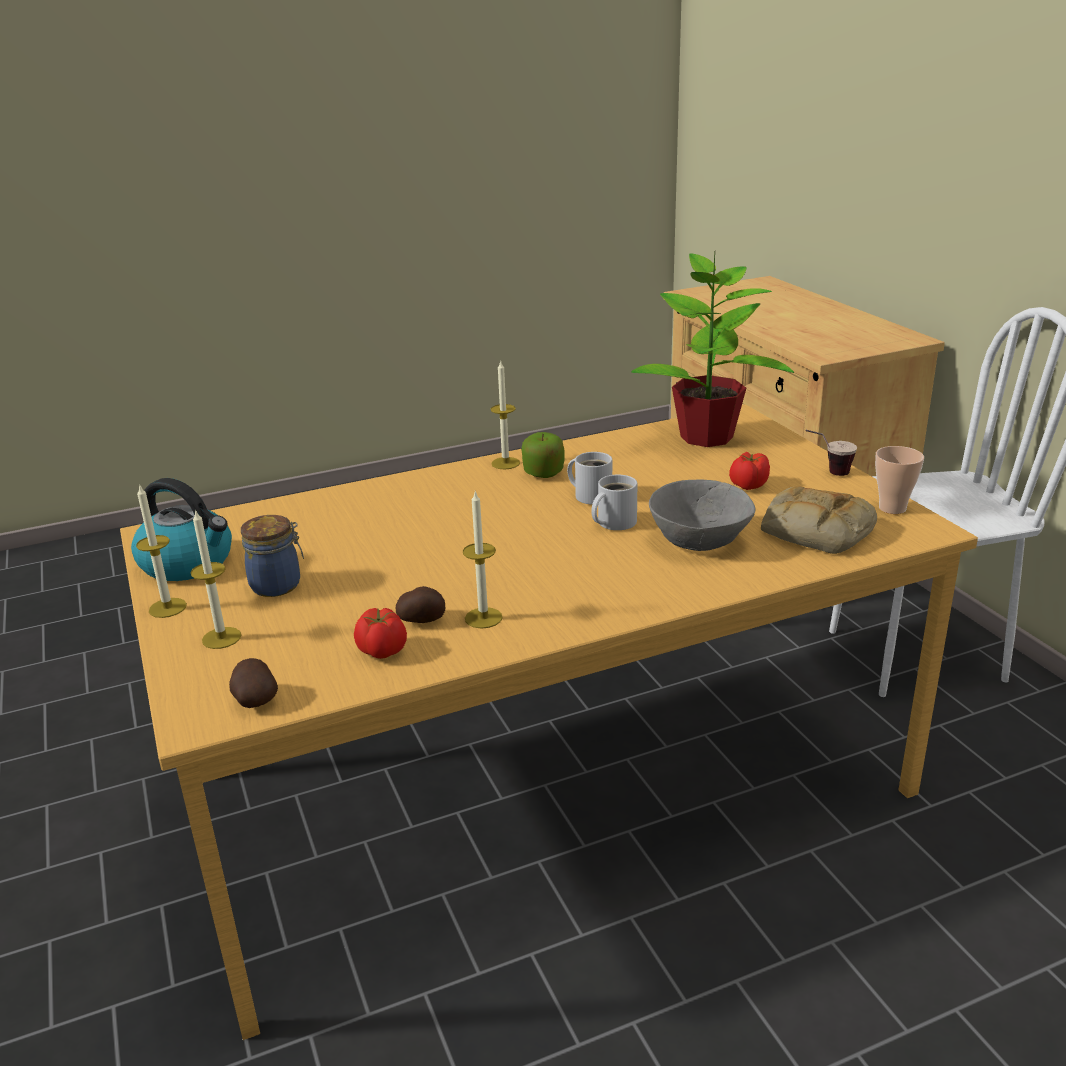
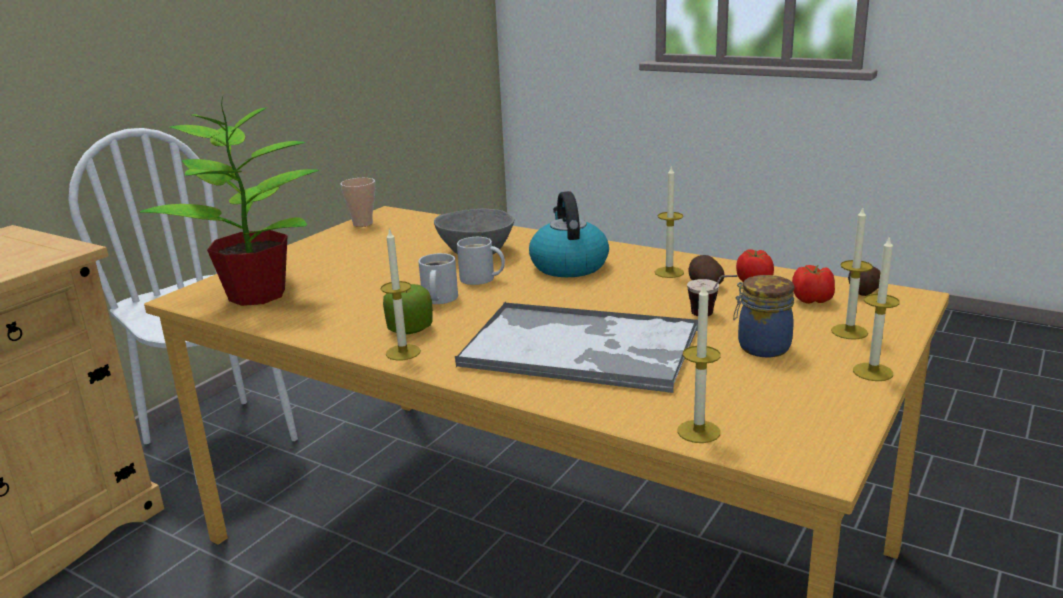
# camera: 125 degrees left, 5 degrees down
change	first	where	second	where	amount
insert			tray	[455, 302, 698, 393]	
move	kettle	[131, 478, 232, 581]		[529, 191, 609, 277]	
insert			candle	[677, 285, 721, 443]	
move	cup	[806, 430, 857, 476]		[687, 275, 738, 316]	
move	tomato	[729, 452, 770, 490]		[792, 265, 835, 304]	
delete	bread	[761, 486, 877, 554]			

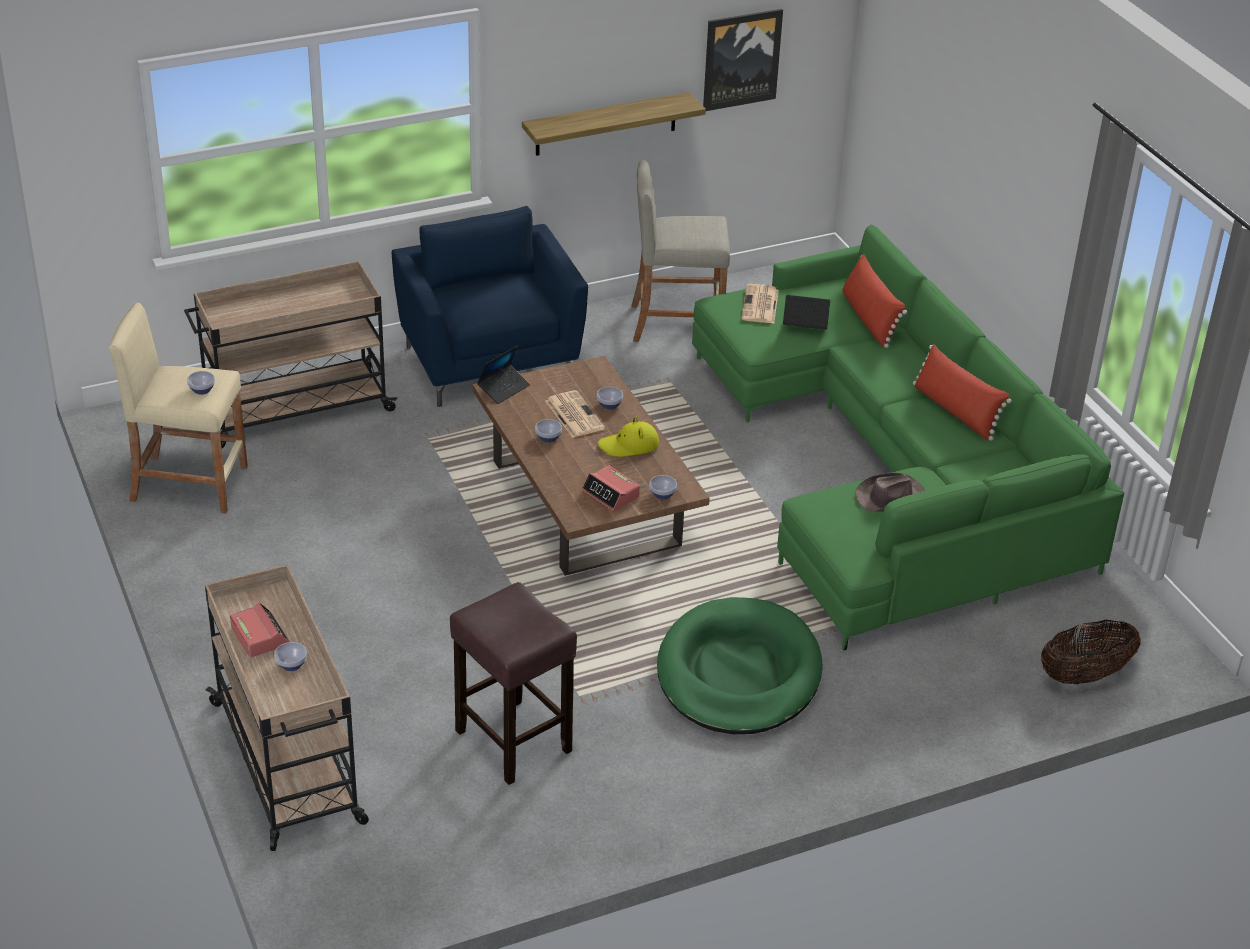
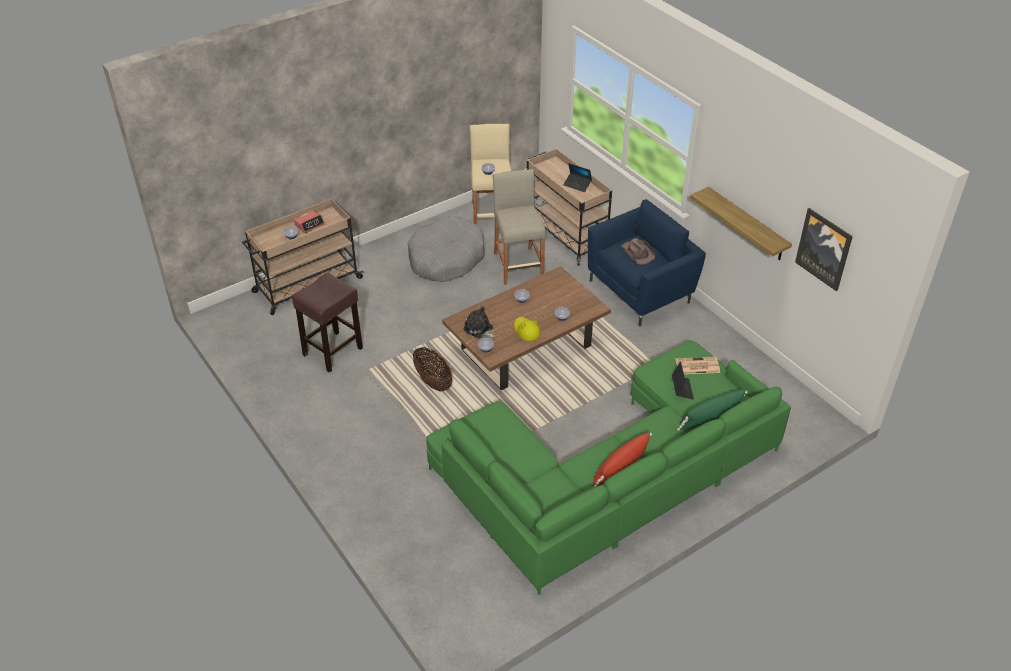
# camera: 80 degrees right, 5 degrees up
change	first	where	second	where	amount
insert			dog bed (grey)	[407, 216, 485, 282]	
move	basket	[1041, 620, 1141, 684]		[413, 347, 452, 392]	
replace	alarm clock	[582, 465, 640, 512]	plush toy	[463, 306, 496, 338]	
move	stool (beige)	[632, 160, 730, 342]		[492, 169, 546, 285]	
move	laptop	[477, 346, 530, 404]		[563, 163, 592, 192]	
move	hat (brown)	[855, 473, 925, 512]		[621, 238, 655, 265]	
recolor	pillow (red)	[843, 254, 907, 348]	pillow (green)	[677, 390, 748, 431]	
delete	newspaper	[545, 390, 605, 438]			
delete	dog bed (green)	[657, 597, 822, 734]			

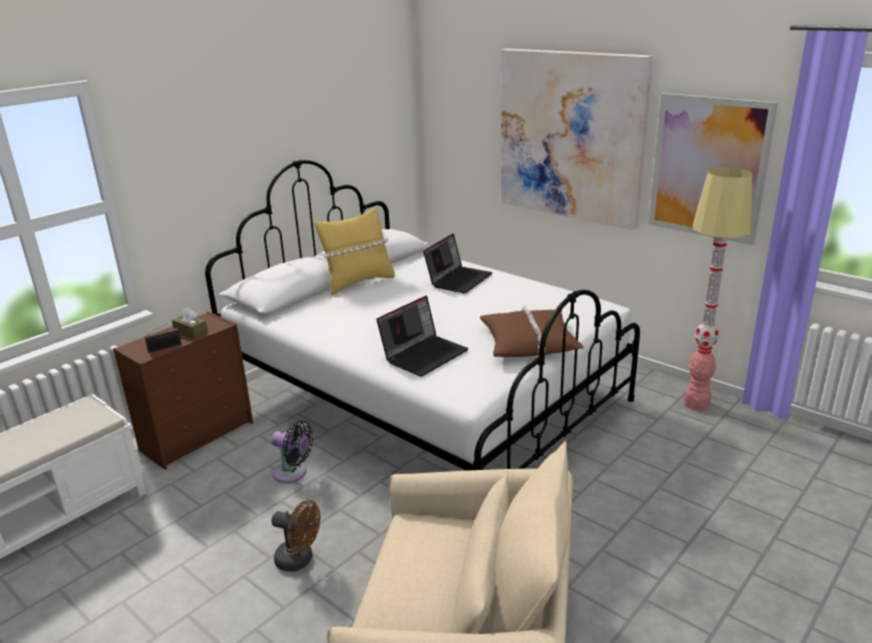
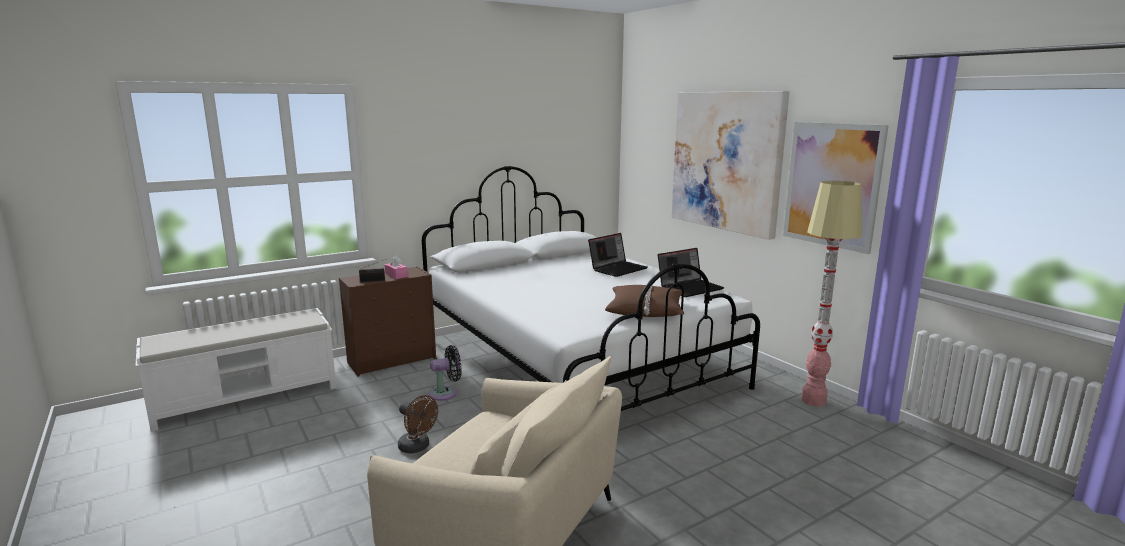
# camera: 15 degrees right, 10 degrees down
change	first	where	second	where	amount
recolor	tissue box (brown)	[172, 308, 208, 339]	tissue box (pink)	[385, 256, 408, 279]	
rotate	fan (black)	[271, 421, 313, 483]		[429, 345, 462, 401]	60 degrees counterclockwise
move	laptop	[376, 295, 468, 377]		[658, 248, 724, 297]	
delete	pillow (yellow)	[314, 208, 395, 295]			

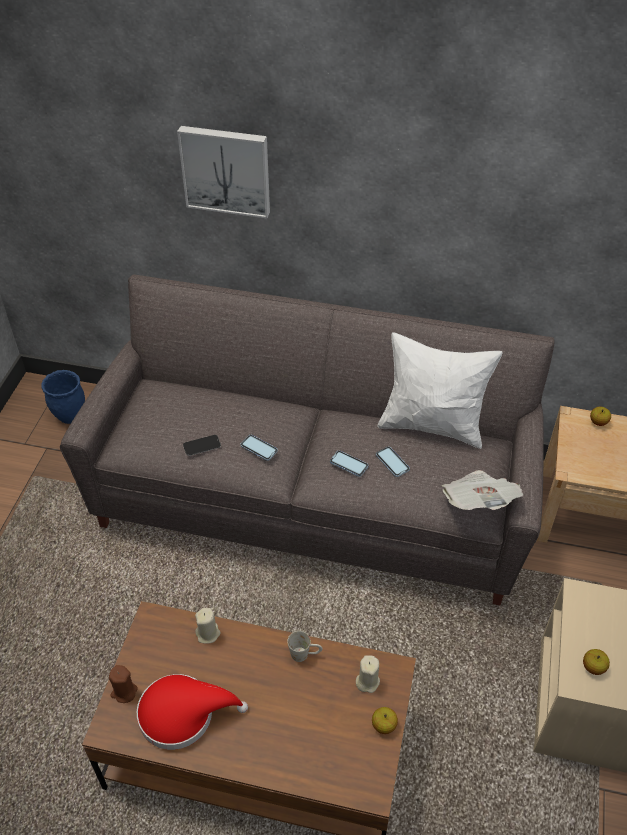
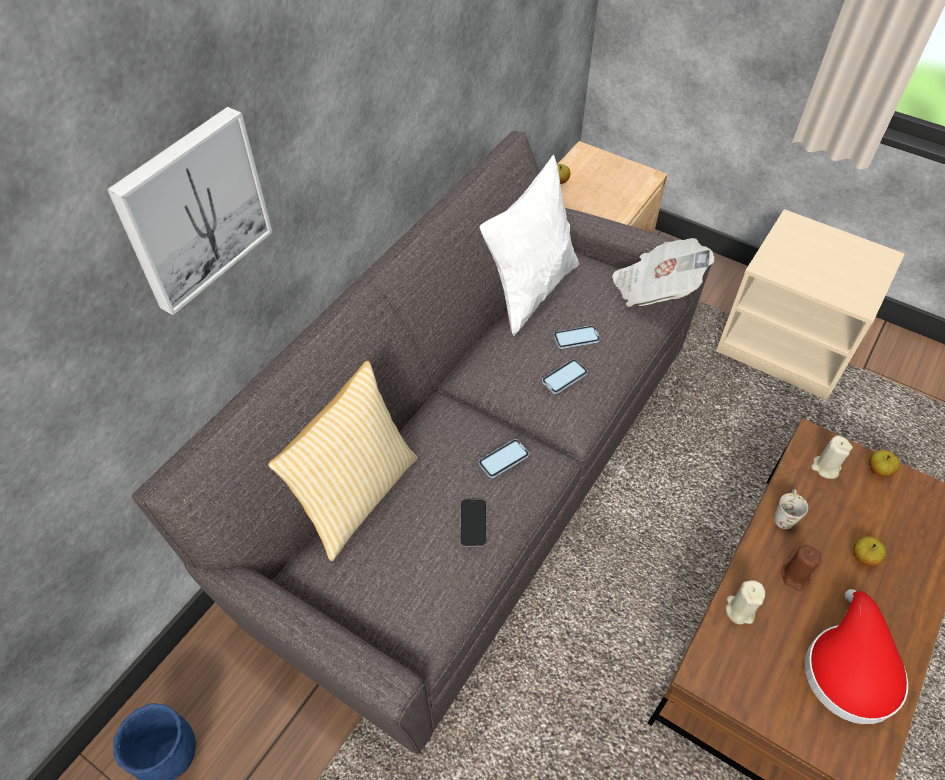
# camera: 70 degrees left, 5 degrees up
change	first	where	second	where	amount
insert			pillow	[268, 361, 418, 561]	
move	candle (brown)	[109, 665, 138, 703]		[781, 544, 821, 591]	
move	apple	[583, 649, 610, 675]		[853, 536, 886, 566]	

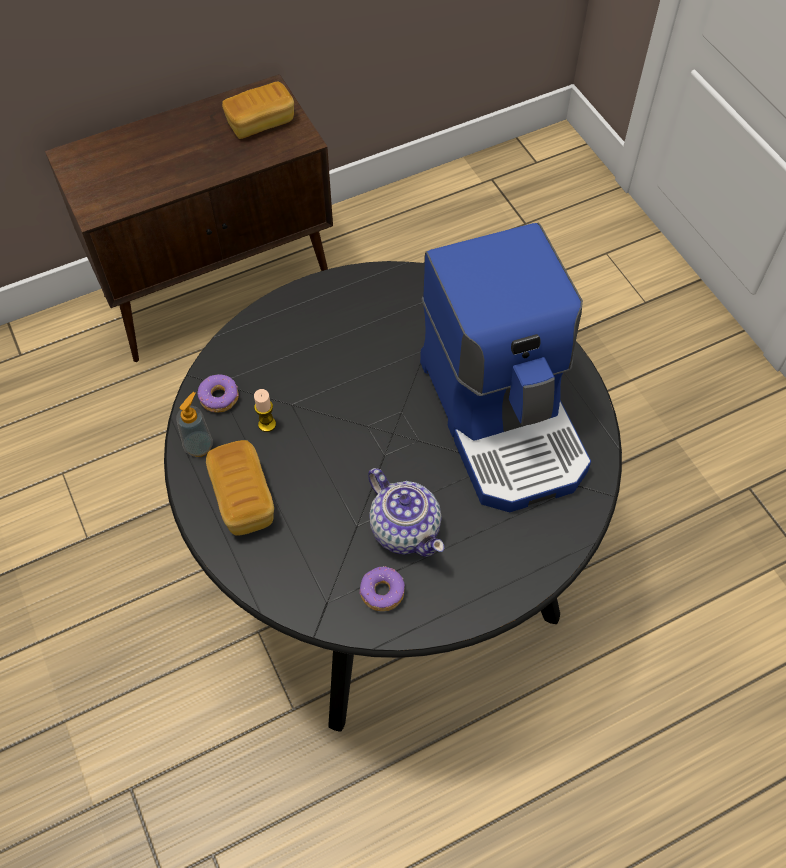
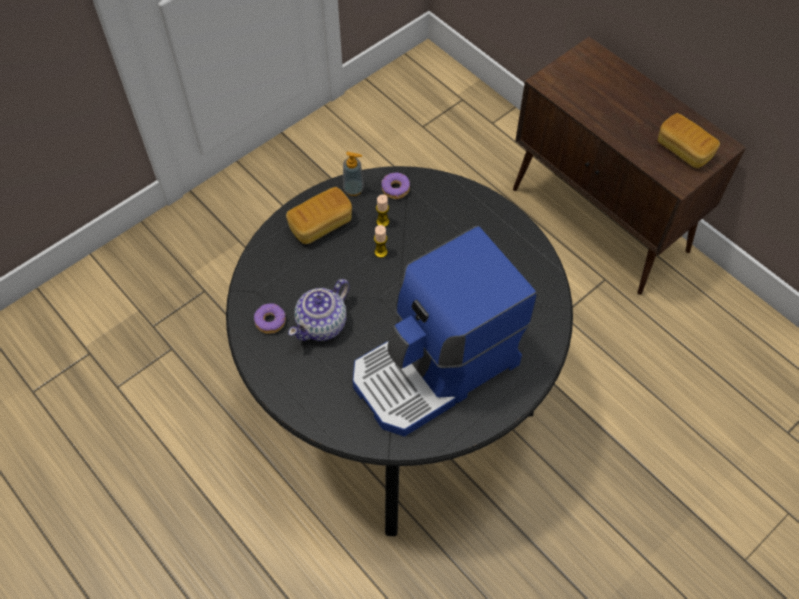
# camera: 75 degrees right, 0 degrees up
change	first	where	second	where	amount
insert			candle	[374, 225, 388, 258]	

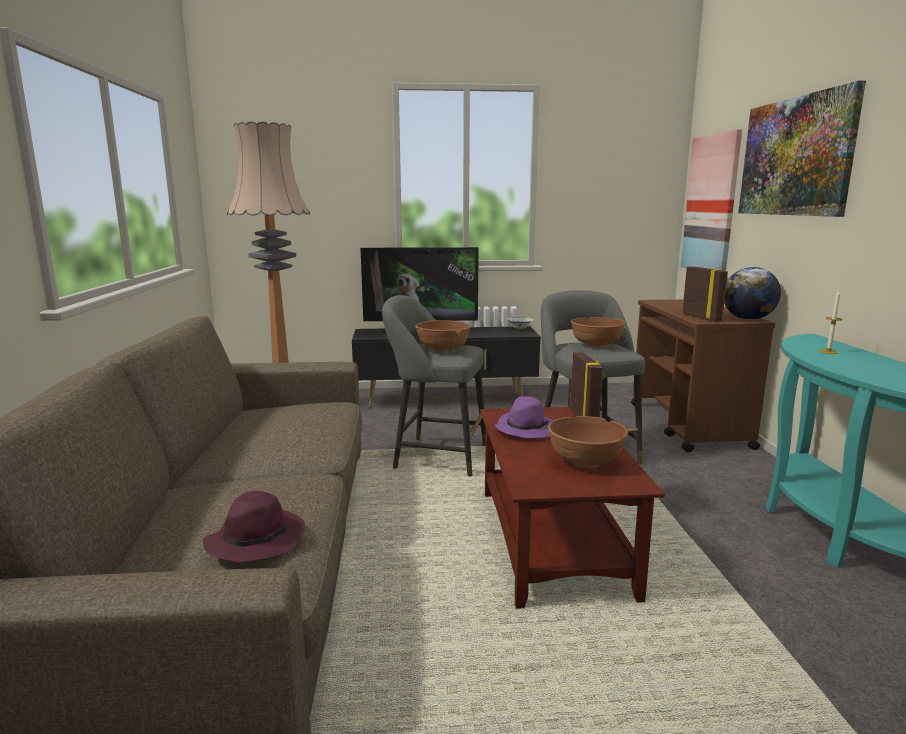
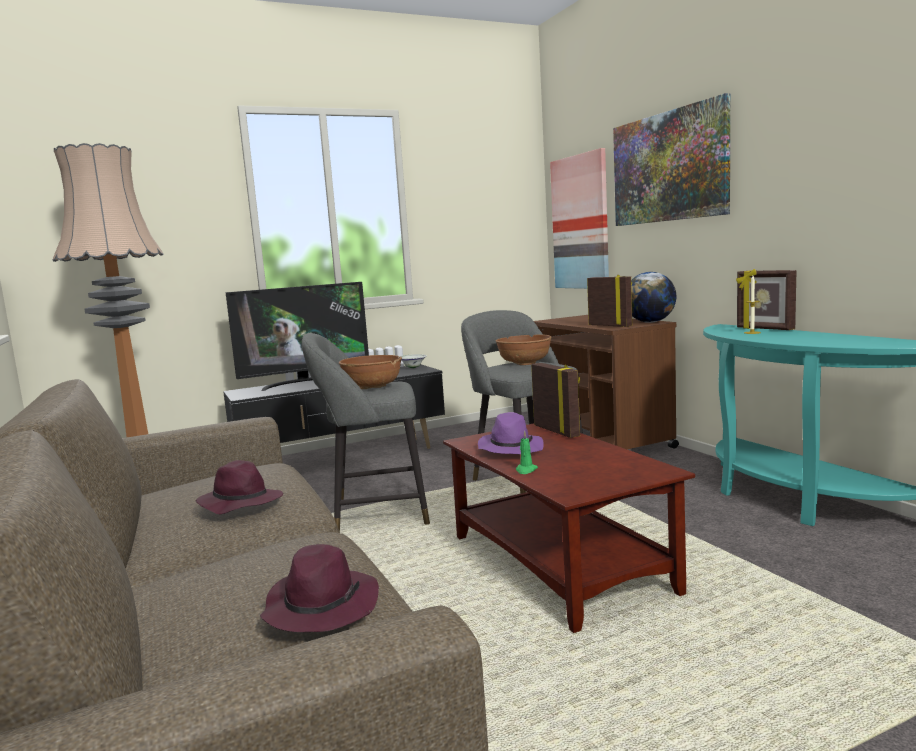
# camera: 20 degrees left, 5 degrees down
change	first	where	second	where	amount
insert			hat (purple)	[196, 460, 283, 514]	
insert			candle (green)	[516, 430, 538, 474]	
insert			picture frame	[736, 269, 796, 330]	
delete	bowl (brown)	[548, 416, 628, 468]			

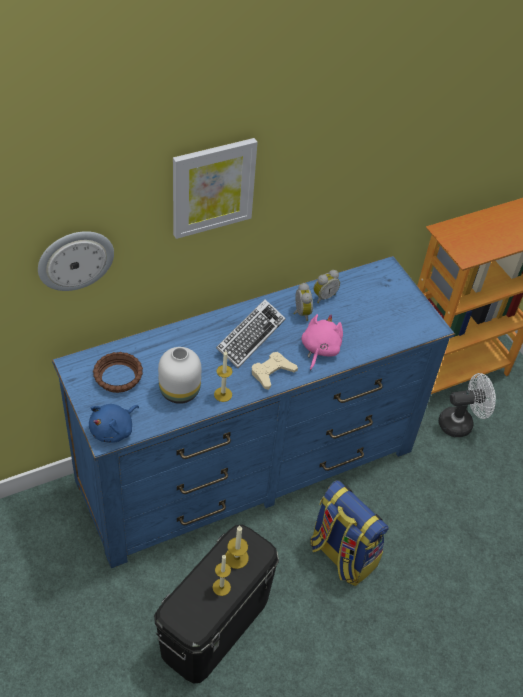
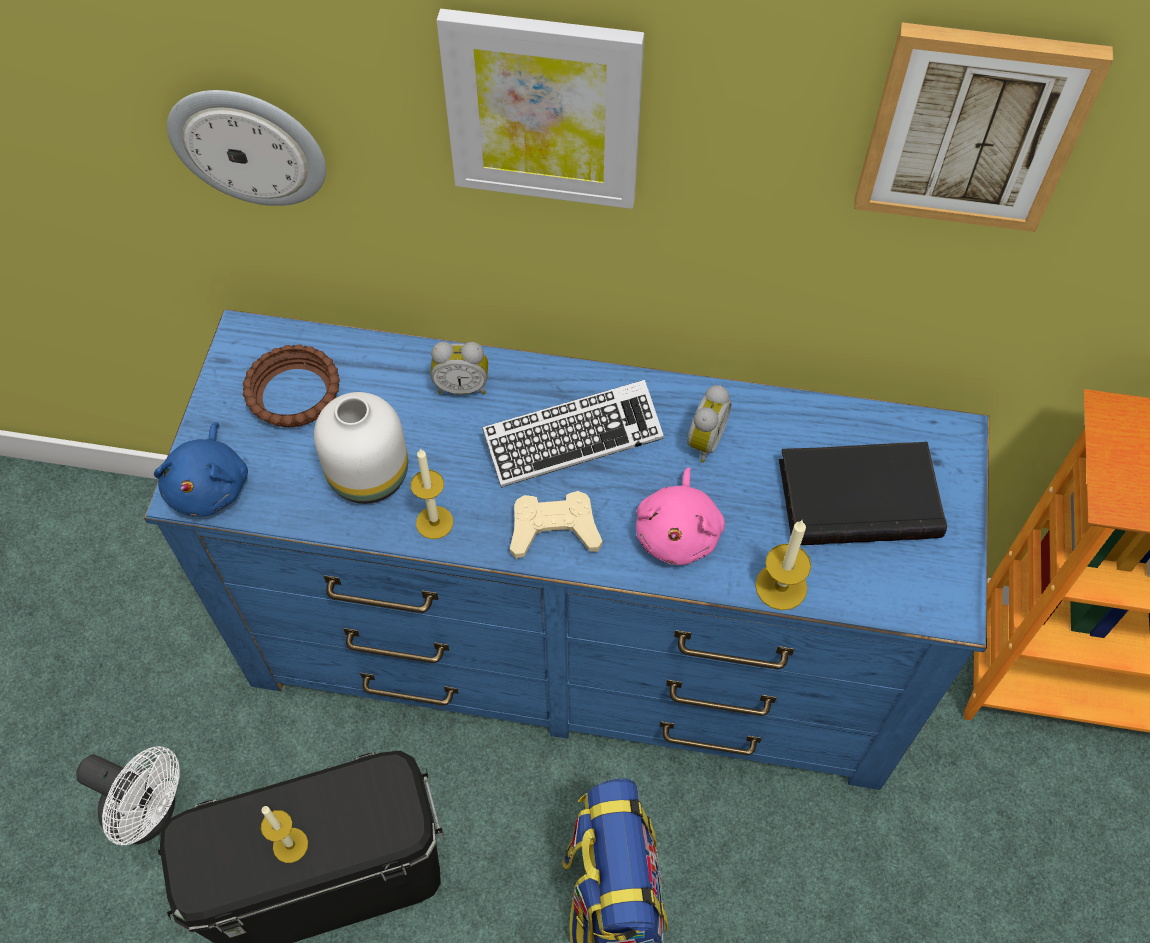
# camera: 40 degrees right, 10 degrees up
change	first	where	second	where	amount
move	fan (white)	[439, 373, 496, 437]		[76, 746, 180, 845]	
rotate	plush toy (blue)	[89, 404, 139, 443]		[154, 422, 248, 517]	75 degrees counterclockwise
move	alarm clock	[313, 270, 340, 303]		[431, 342, 488, 394]	
rotate	plush toy (pink)	[301, 314, 343, 370]		[636, 468, 725, 565]	135 degrees clockwise
move	candle	[225, 526, 249, 569]		[755, 521, 811, 610]	
insert			book (black)	[779, 442, 947, 545]	
insert			picture	[854, 22, 1113, 232]	

